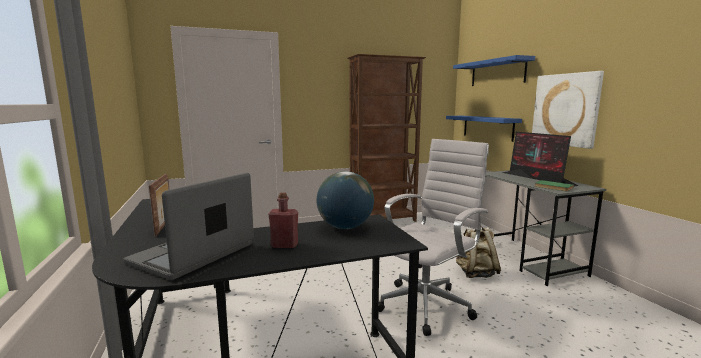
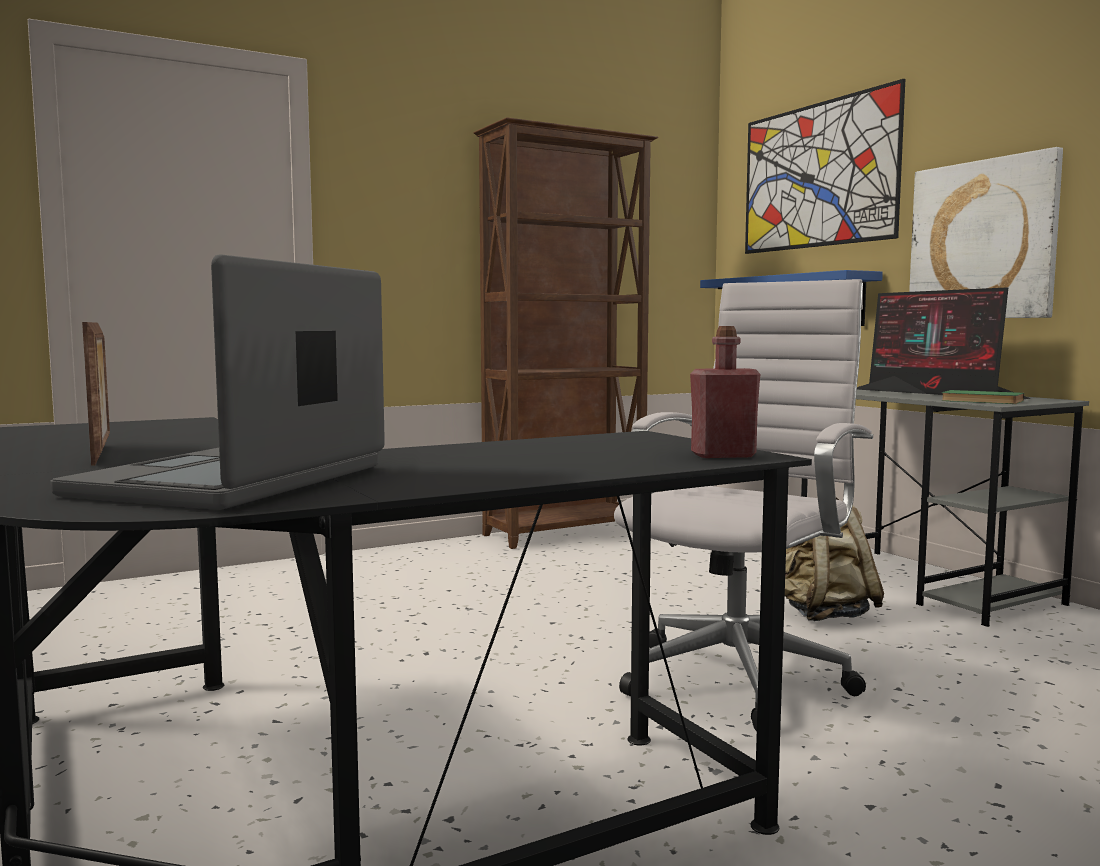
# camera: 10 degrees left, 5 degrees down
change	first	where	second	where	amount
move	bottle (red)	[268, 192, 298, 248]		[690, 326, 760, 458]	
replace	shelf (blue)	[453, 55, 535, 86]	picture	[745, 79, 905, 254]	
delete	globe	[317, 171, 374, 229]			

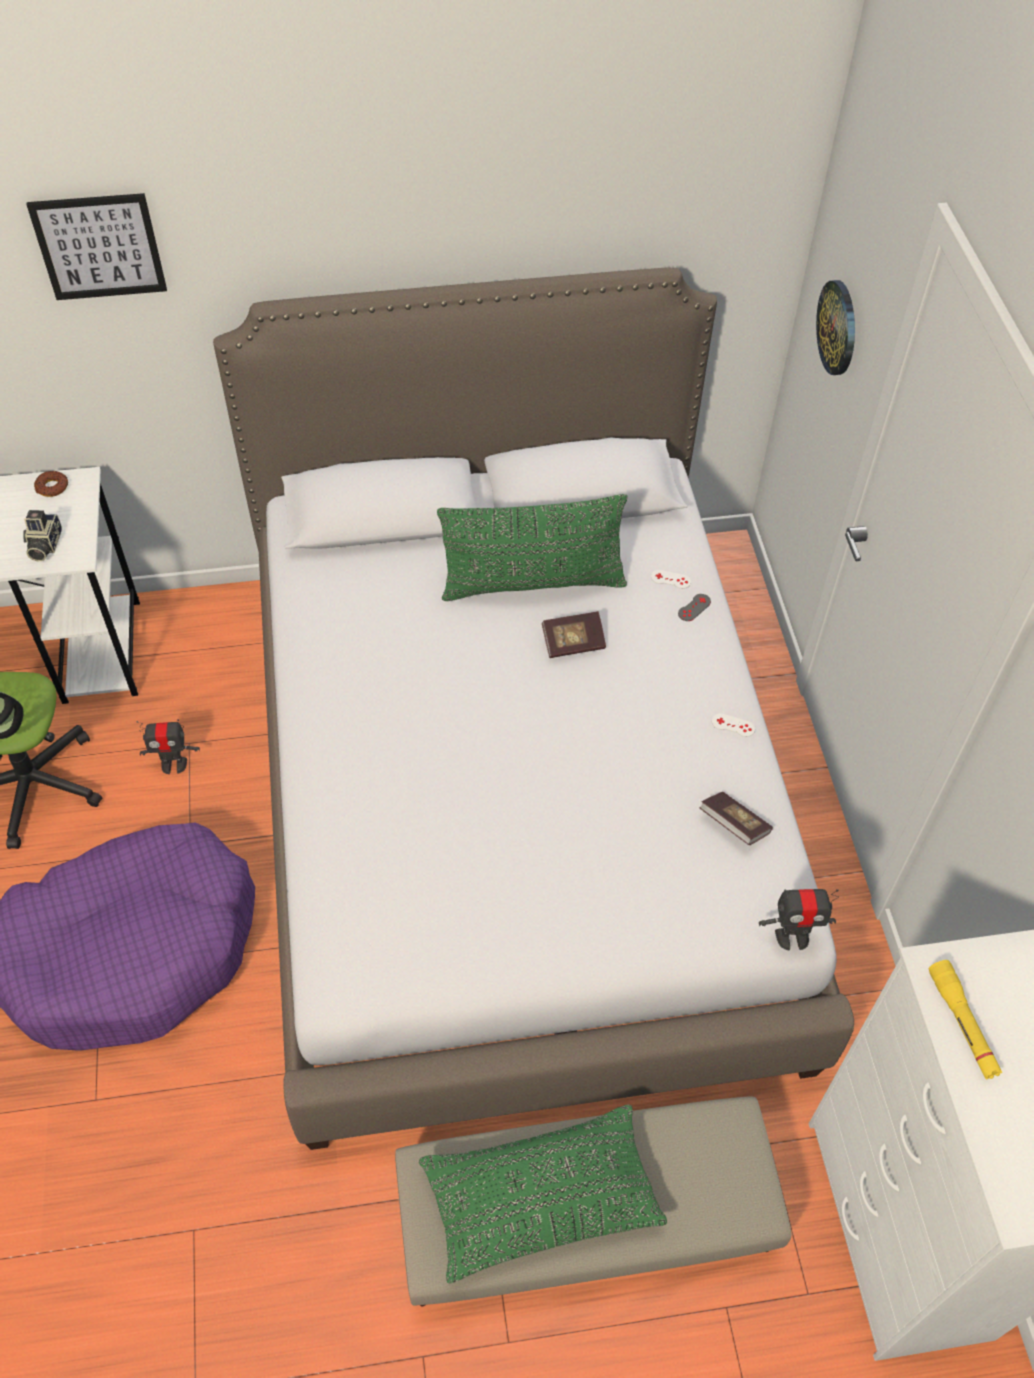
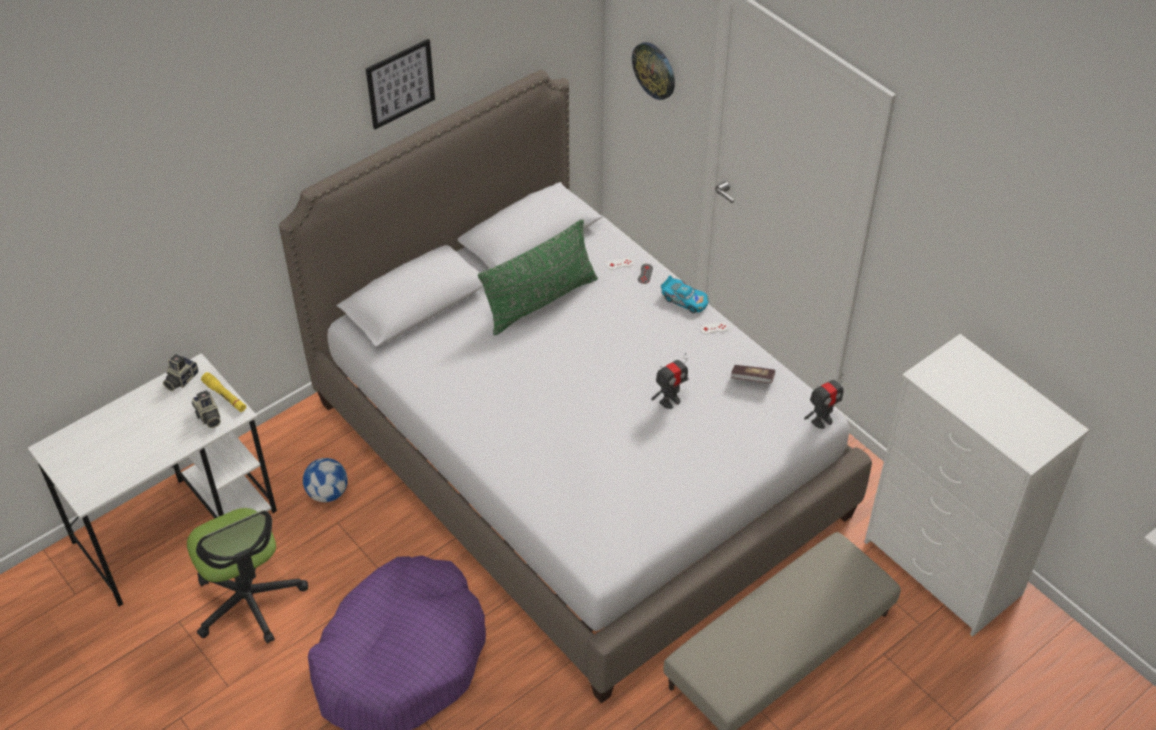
# camera: 30 degrees left, 5 degrees down
change	first	where	second	where	amount
replace	donut	[34, 471, 68, 497]	photo camera	[163, 354, 199, 391]	
move	flashlight (yellow)	[929, 960, 1002, 1080]		[201, 372, 246, 412]	
insert			football	[303, 458, 348, 502]	
move	picture	[27, 193, 167, 300]		[366, 39, 435, 130]	
move	toy robot	[136, 719, 200, 774]		[651, 353, 689, 409]	
insert			toy car	[661, 275, 709, 313]	
delete	pillow (green)	[419, 1104, 667, 1284]			
delete	book	[542, 611, 606, 658]			

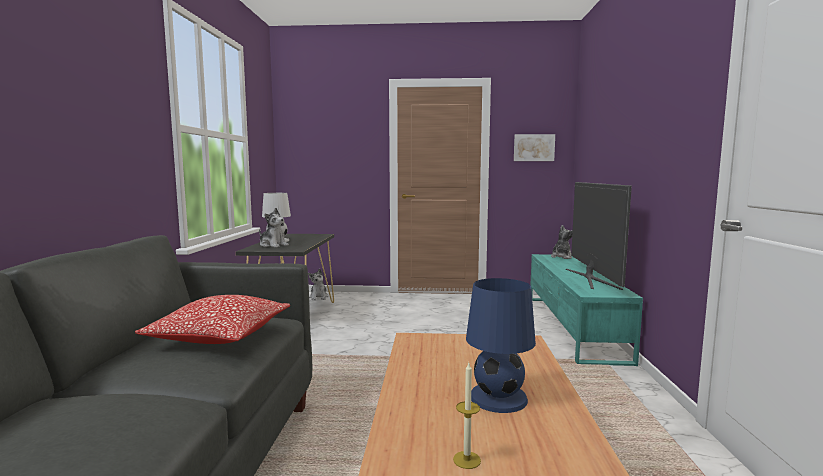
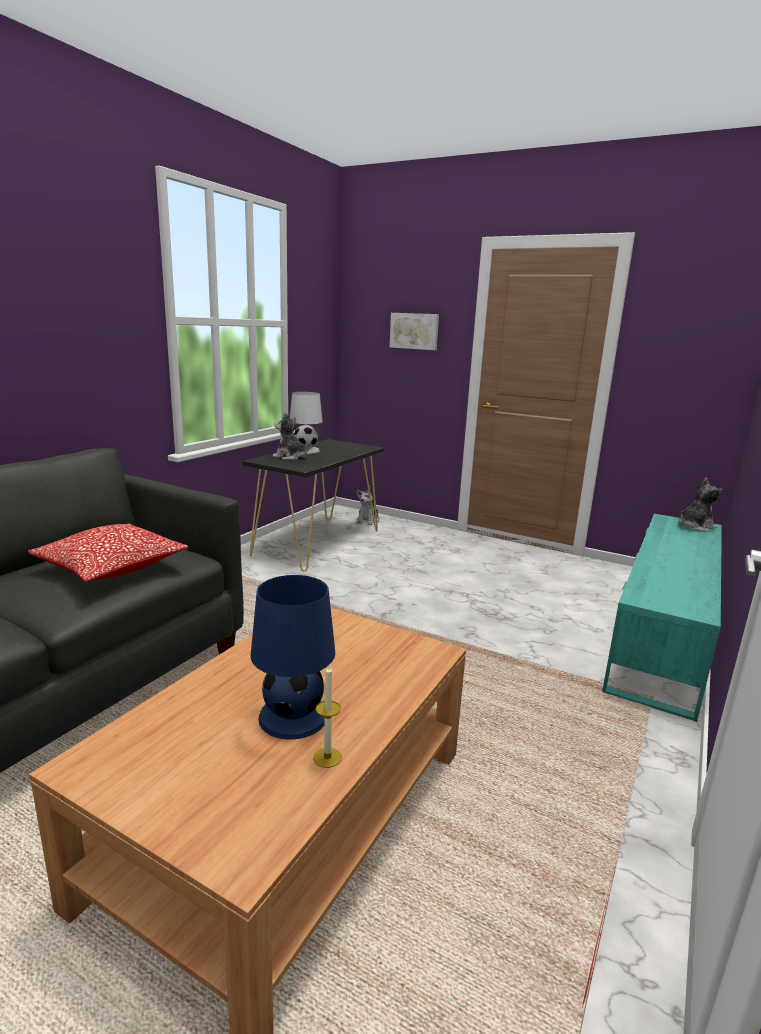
# camera: 25 degrees right, 10 degrees up
change	first	where	second	where	amount
rotate	plush toy	[259, 208, 289, 247]		[272, 412, 311, 460]	150 degrees clockwise
move	candle	[453, 363, 481, 469]		[313, 665, 342, 768]	
move	picture	[514, 134, 555, 161]		[390, 313, 439, 350]	
delete	television	[566, 182, 632, 290]			

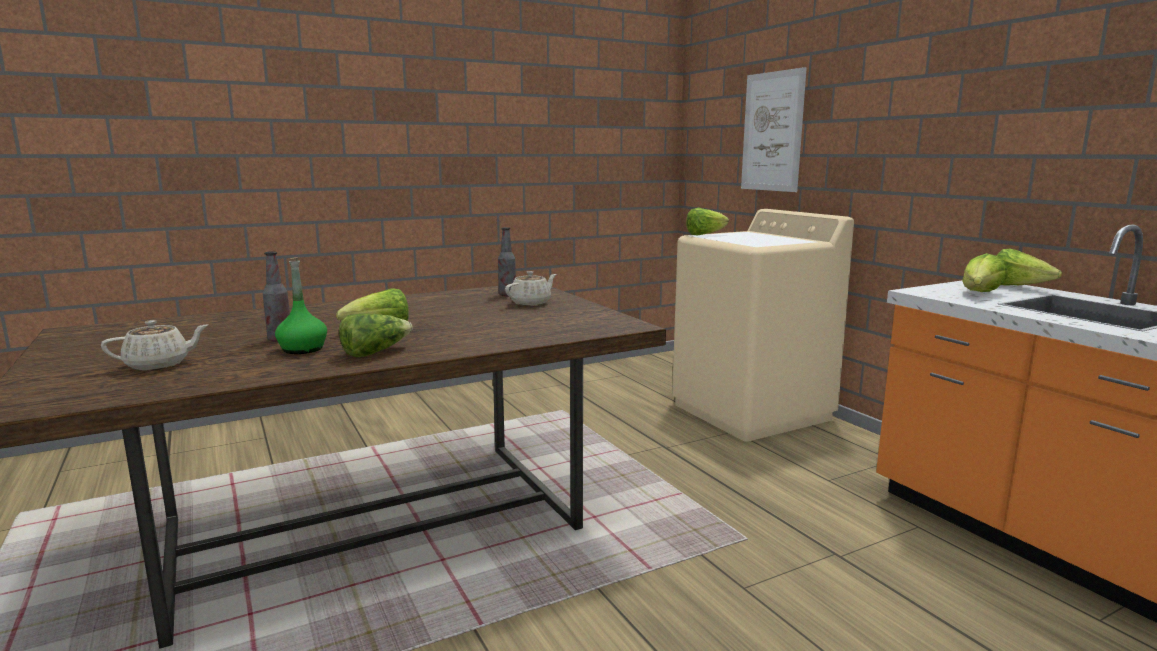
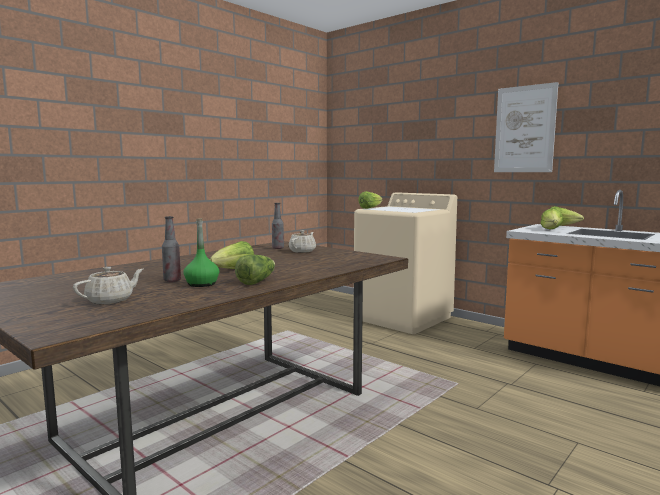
# camera: 20 degrees left, 5 degrees down
change	first	where	second	where	amount
move	picture	[741, 67, 807, 192]		[494, 82, 559, 172]	

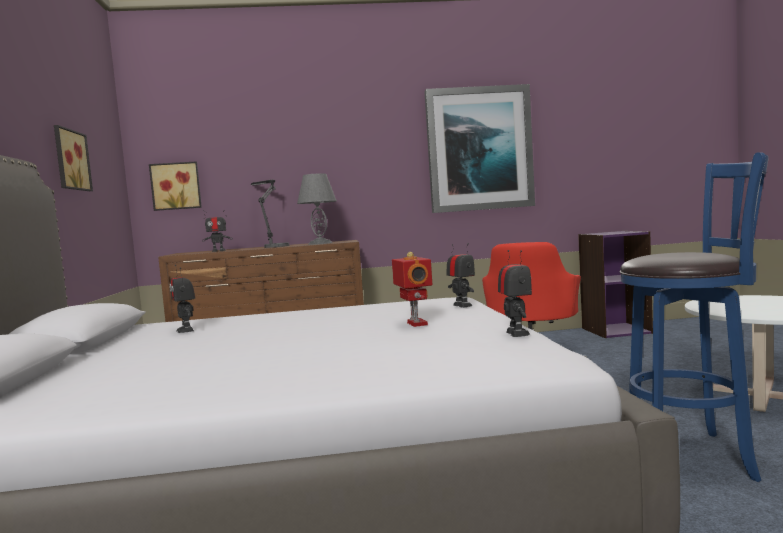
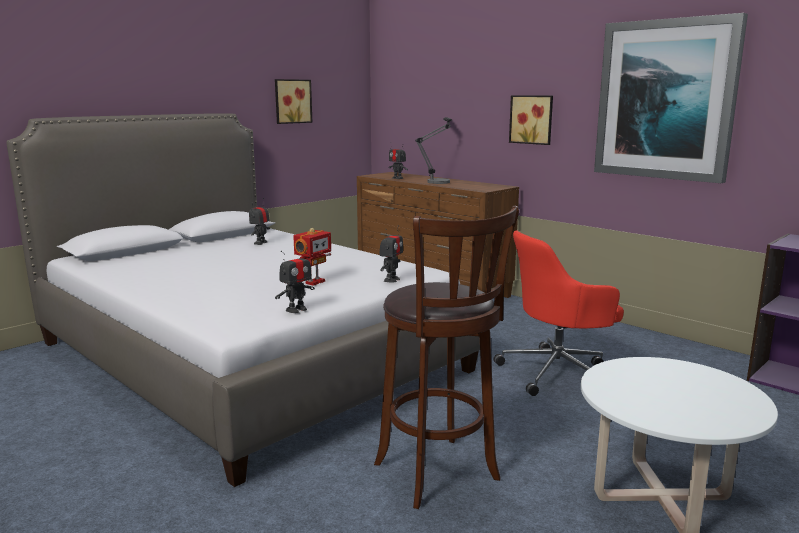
# camera: 50 degrees right, 10 degrees up
change	first	where	second	where	amount
recolor	stool (blue)	[620, 152, 769, 482]	stool (brown)	[374, 206, 519, 509]	
move	picture	[149, 161, 202, 211]		[509, 95, 553, 145]	
delete	table lamp (grey)	[297, 173, 337, 245]			

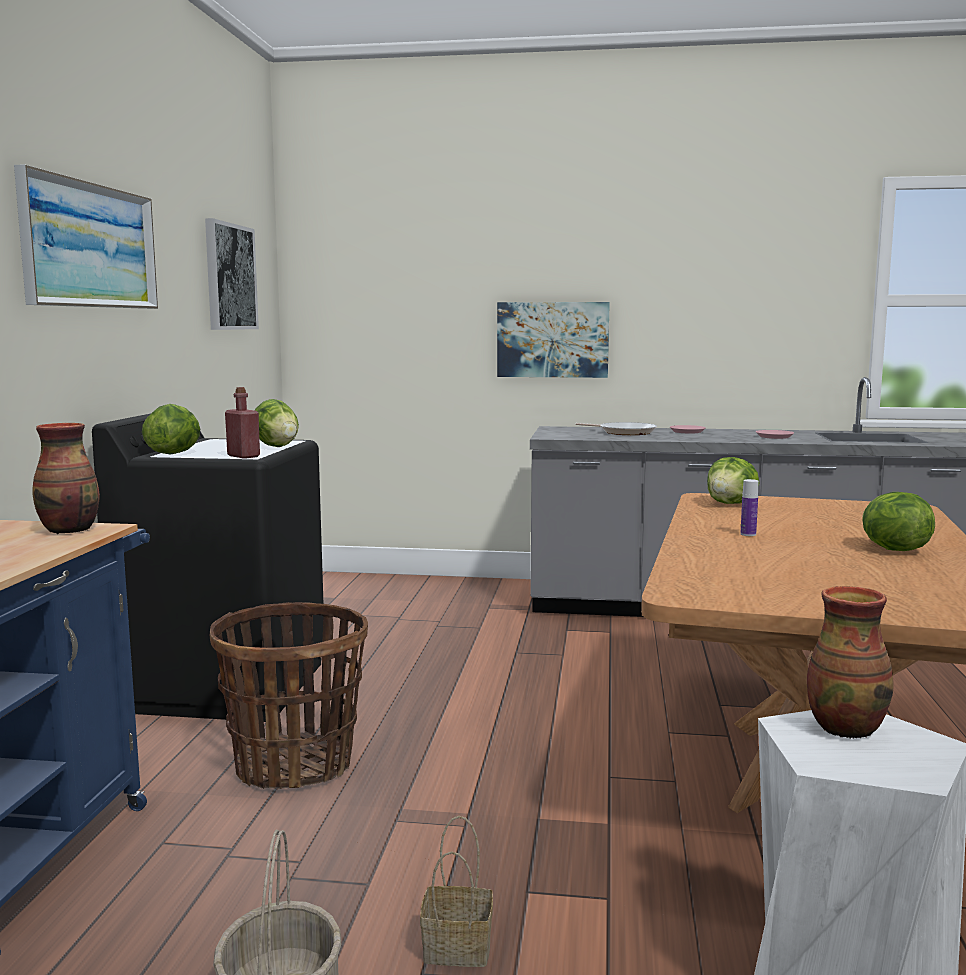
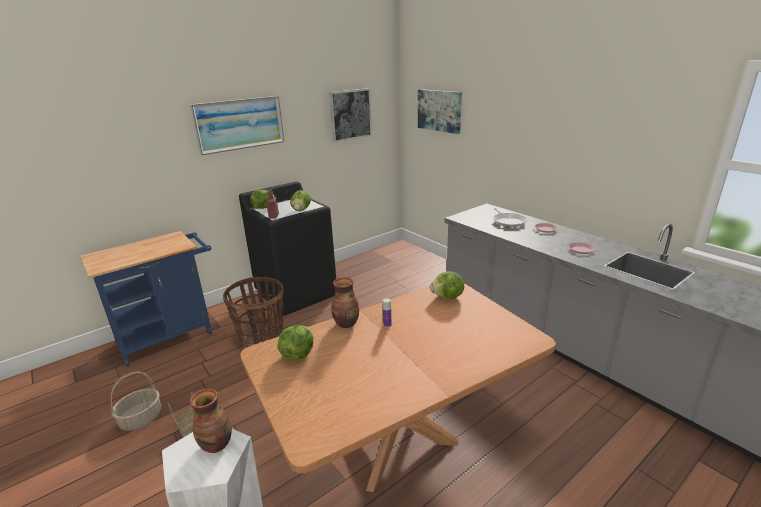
# camera: 45 degrees right, 15 degrees up
change	first	where	second	where	amount
move	lettuce	[862, 492, 935, 551]		[277, 325, 313, 361]	
move	vase	[32, 423, 100, 534]		[331, 277, 359, 328]	
move	picture	[497, 302, 610, 378]		[418, 89, 462, 134]	

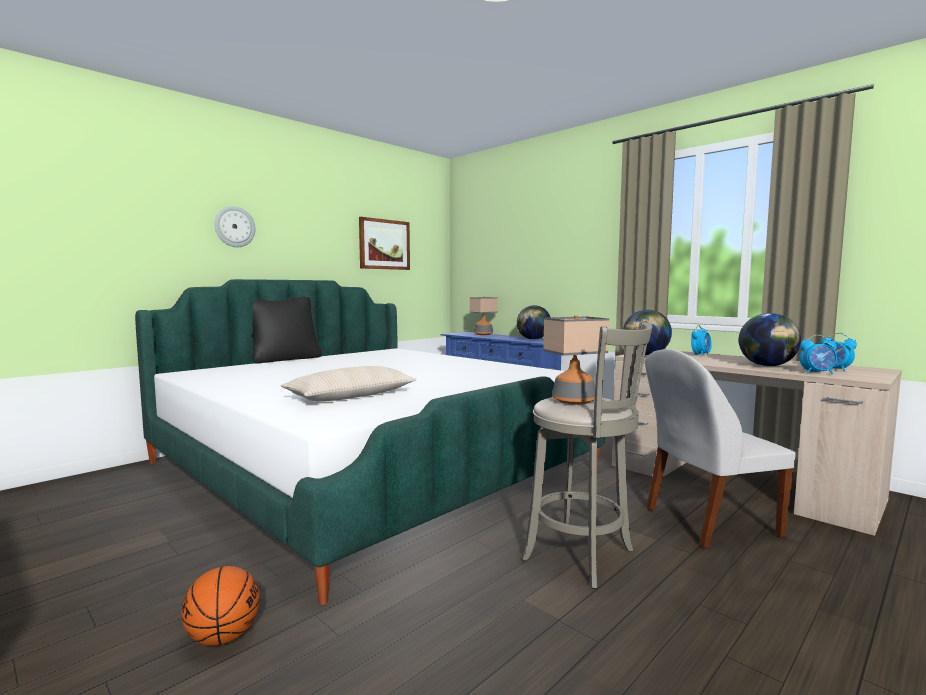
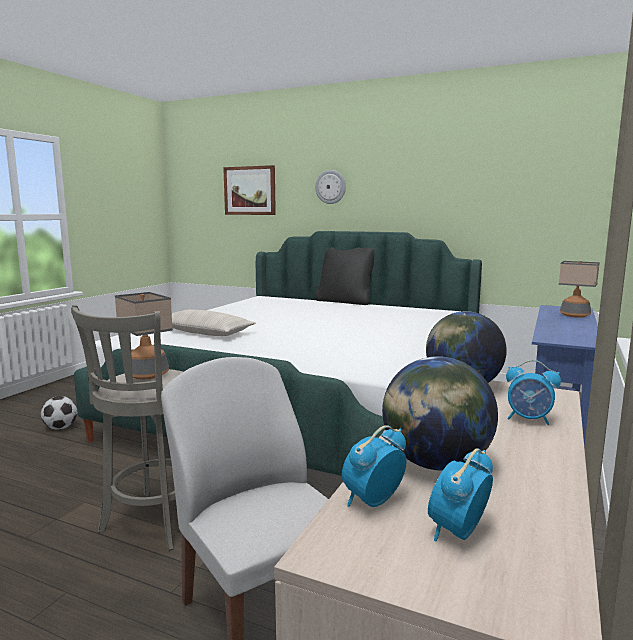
# camera: 70 degrees right, 5 degrees up
change	first	where	second	where	amount
replace	basketball	[181, 566, 260, 646]	football	[41, 396, 77, 429]	
move	picture	[359, 217, 410, 270]		[223, 165, 276, 215]	
rotate	alarm clock	[799, 335, 837, 374]		[342, 425, 406, 507]	60 degrees clockwise
delete	globe	[517, 305, 550, 340]			

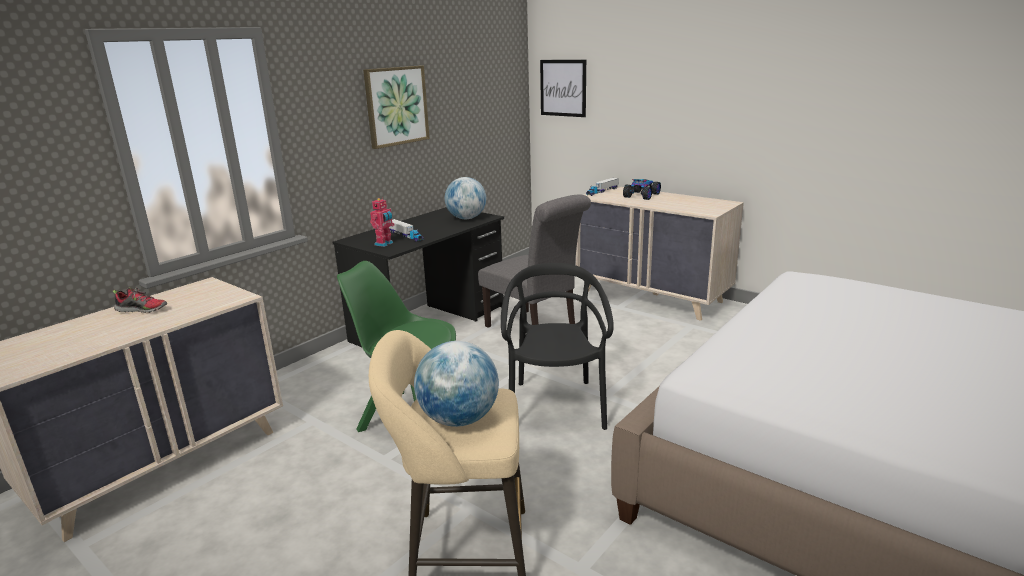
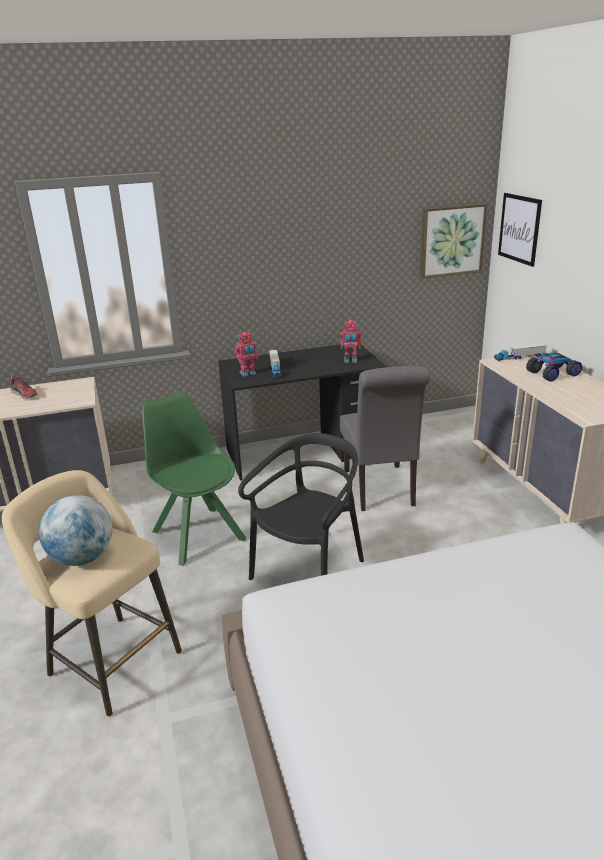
# camera: 35 degrees right, 5 degrees up
change	first	where	second	where	amount
replace	globe	[445, 177, 486, 219]	toy robot	[340, 320, 361, 363]	
move	picture	[363, 65, 430, 149]		[420, 203, 488, 279]	

